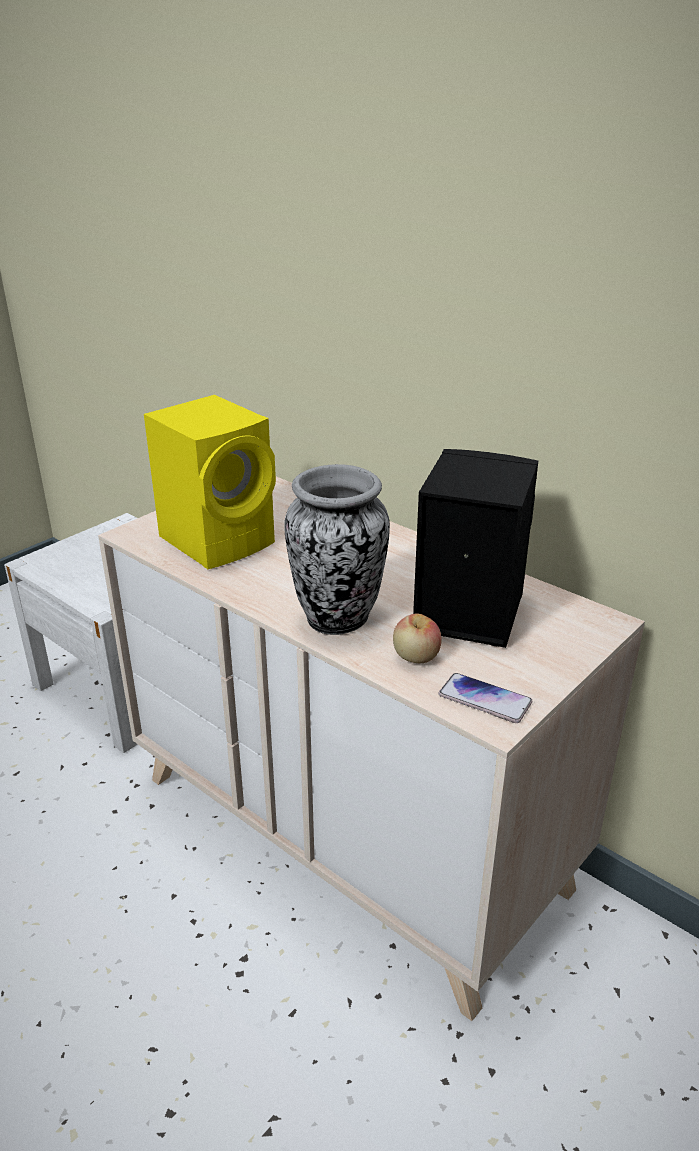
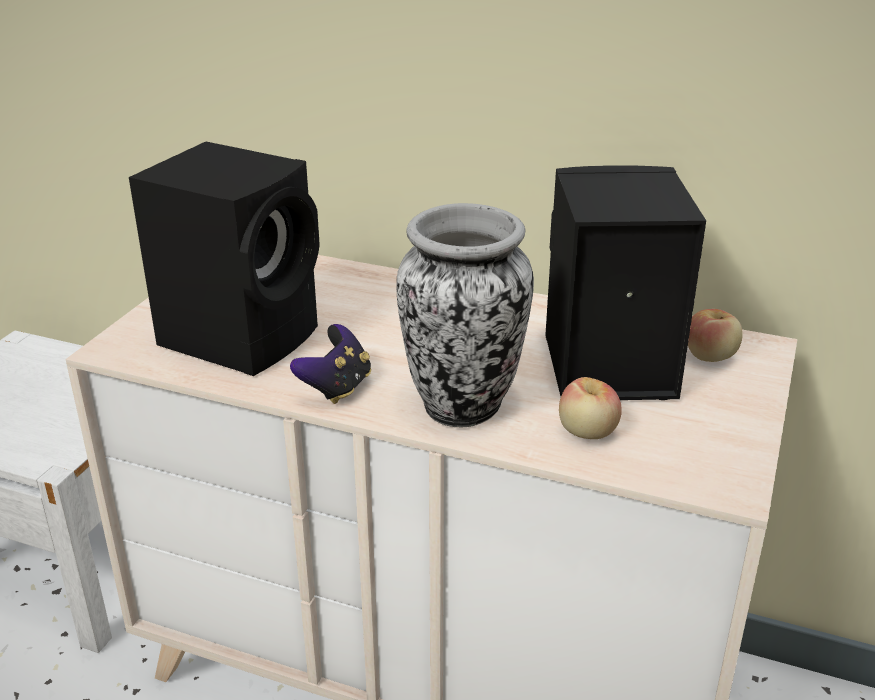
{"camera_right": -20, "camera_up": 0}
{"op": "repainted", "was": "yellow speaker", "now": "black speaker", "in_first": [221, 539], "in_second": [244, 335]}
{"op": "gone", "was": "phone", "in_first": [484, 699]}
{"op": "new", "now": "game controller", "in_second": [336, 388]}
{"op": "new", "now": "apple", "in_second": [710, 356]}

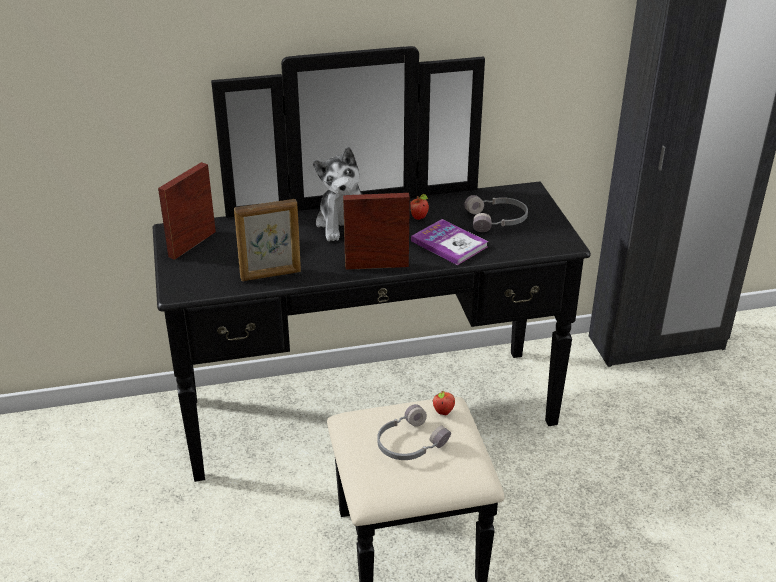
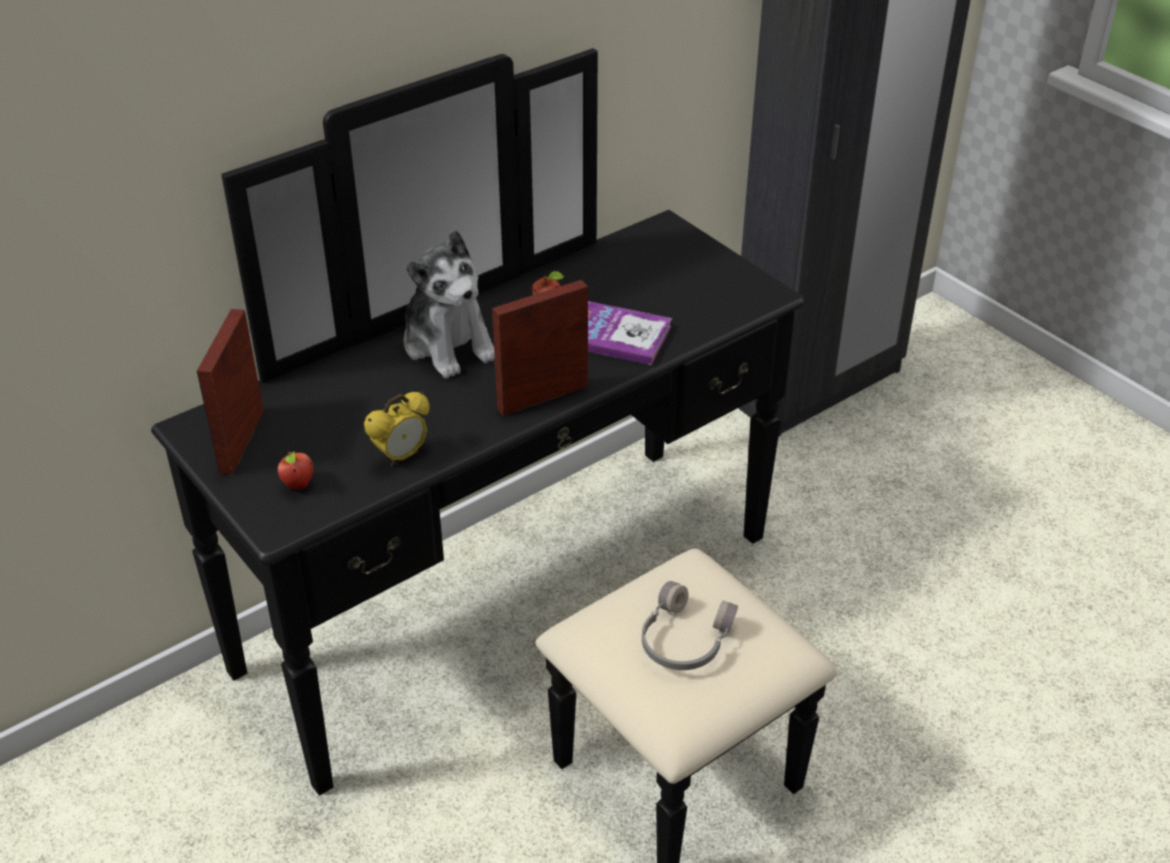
{"camera_right": -25, "camera_up": 5}
{"op": "swapped", "was": "picture frame", "now": "alarm clock", "in_first": [271, 275], "in_second": [401, 456]}
{"op": "shifted", "was": "apple", "in_first": [443, 413], "in_second": [299, 486]}
{"op": "gone", "was": "grey headphones", "in_first": [497, 220]}

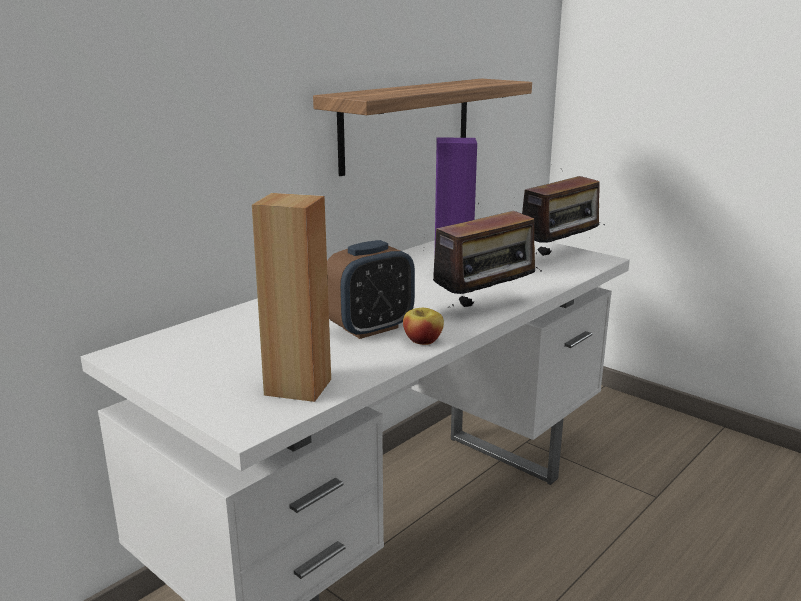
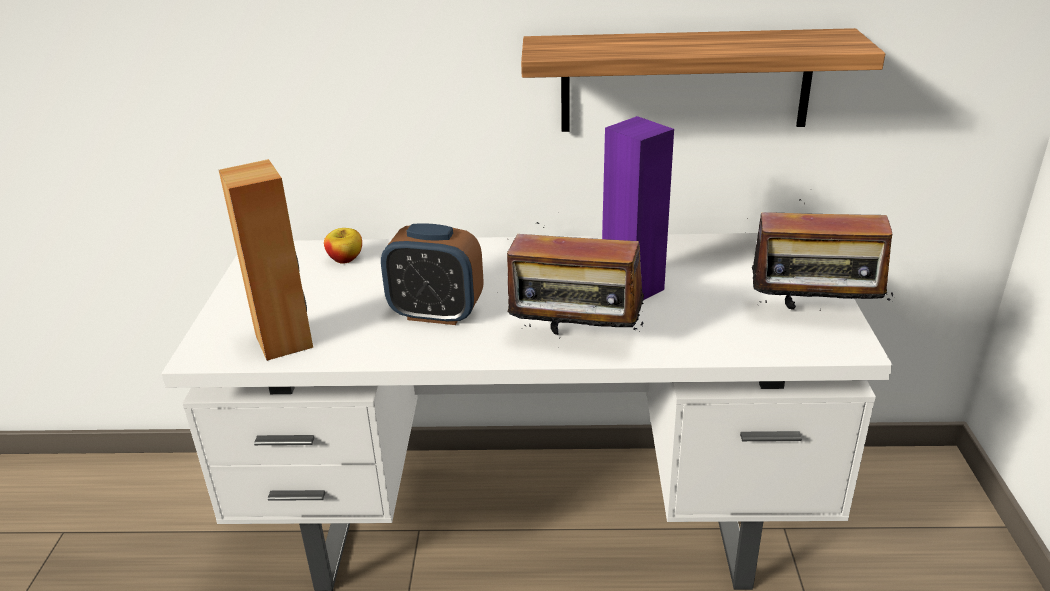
{"camera_right": 50, "camera_up": 10}
{"op": "shifted", "was": "apple", "in_first": [423, 341], "in_second": [345, 259]}

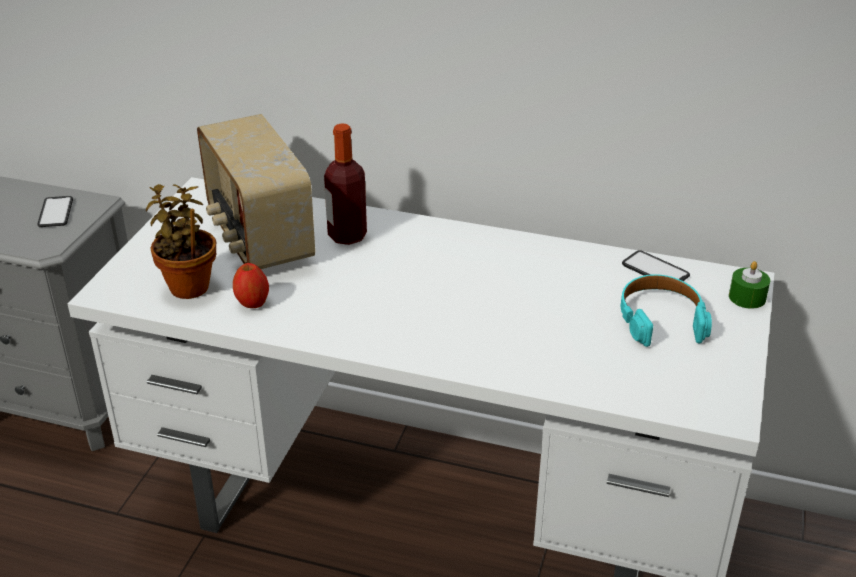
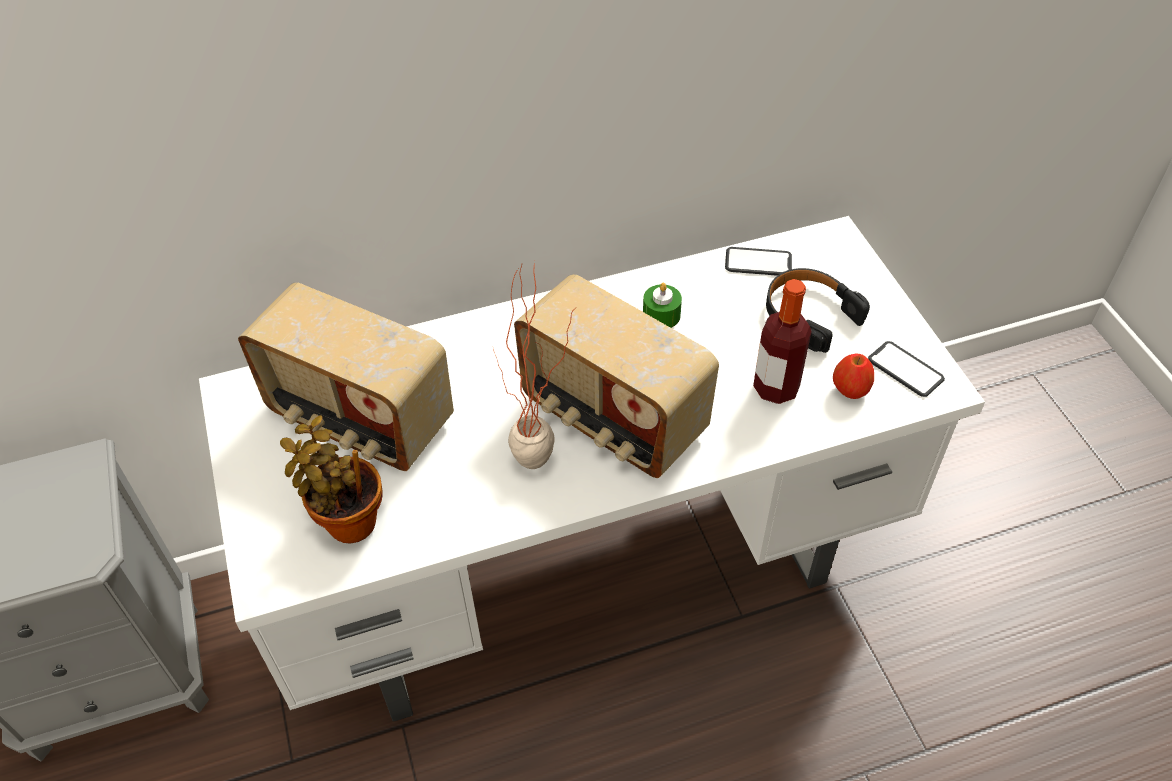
{"camera_right": -35, "camera_up": 15}
{"op": "shifted", "was": "phone", "in_first": [55, 212], "in_second": [905, 370]}
{"op": "shifted", "was": "apple", "in_first": [252, 303], "in_second": [849, 391]}
{"op": "shifted", "was": "bottle", "in_first": [347, 236], "in_second": [776, 388]}
{"op": "repainted", "was": "turquoise headphones", "now": "black headphones", "in_first": [661, 319], "in_second": [809, 315]}
{"op": "shifted", "was": "green candle", "in_first": [747, 297], "in_second": [661, 315]}
{"op": "new", "now": "potted plant", "in_second": [543, 469]}
{"op": "new", "now": "radio", "in_second": [612, 419]}

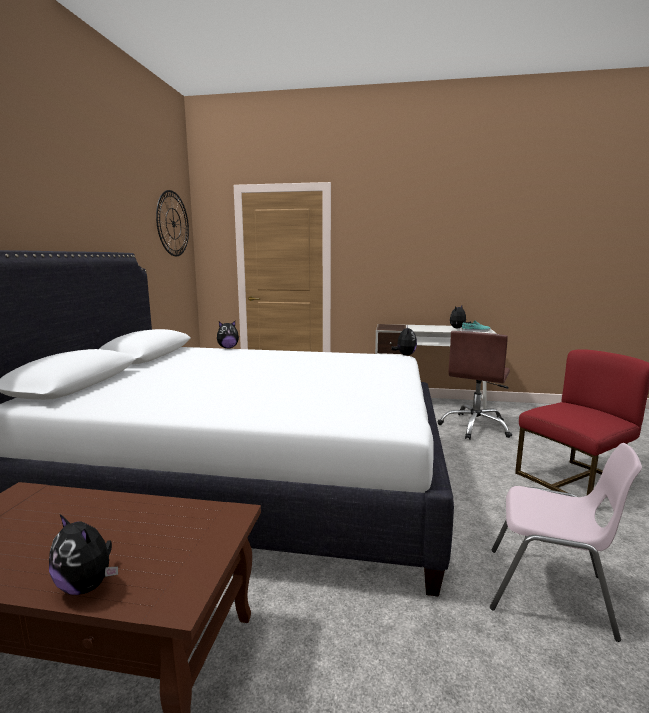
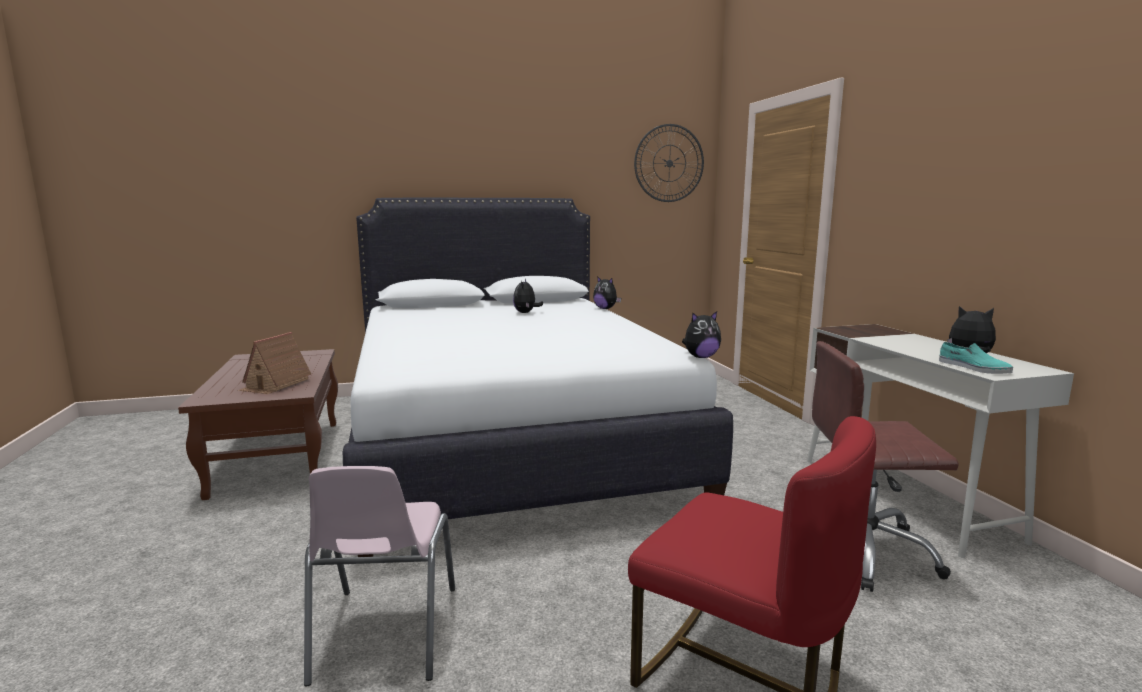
{"camera_right": 65, "camera_up": 0}
{"op": "shifted", "was": "plush toy", "in_first": [87, 585], "in_second": [526, 313]}
{"op": "new", "now": "toy house", "in_second": [275, 384]}

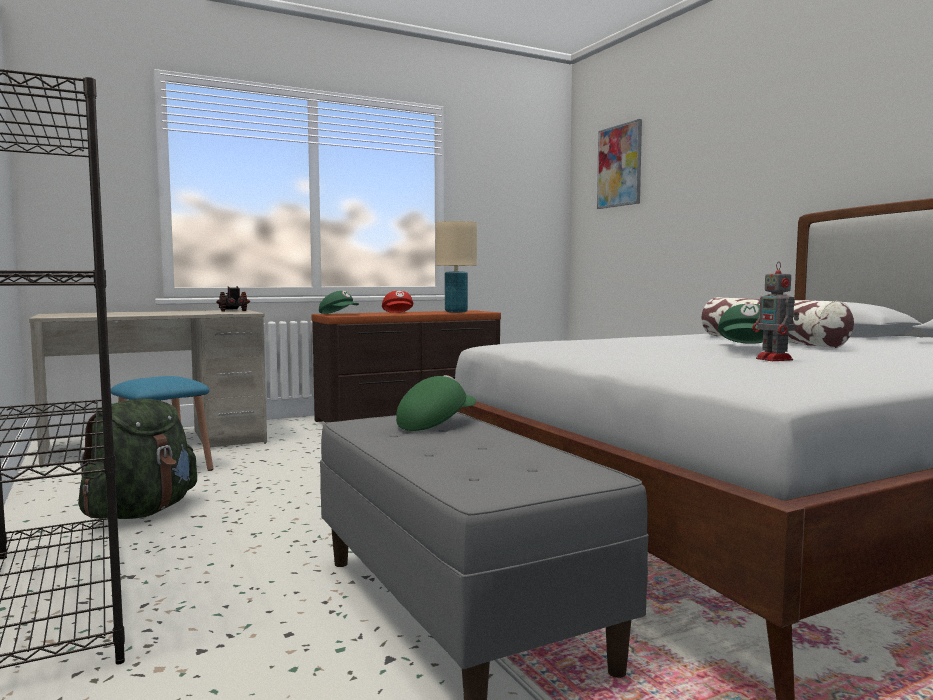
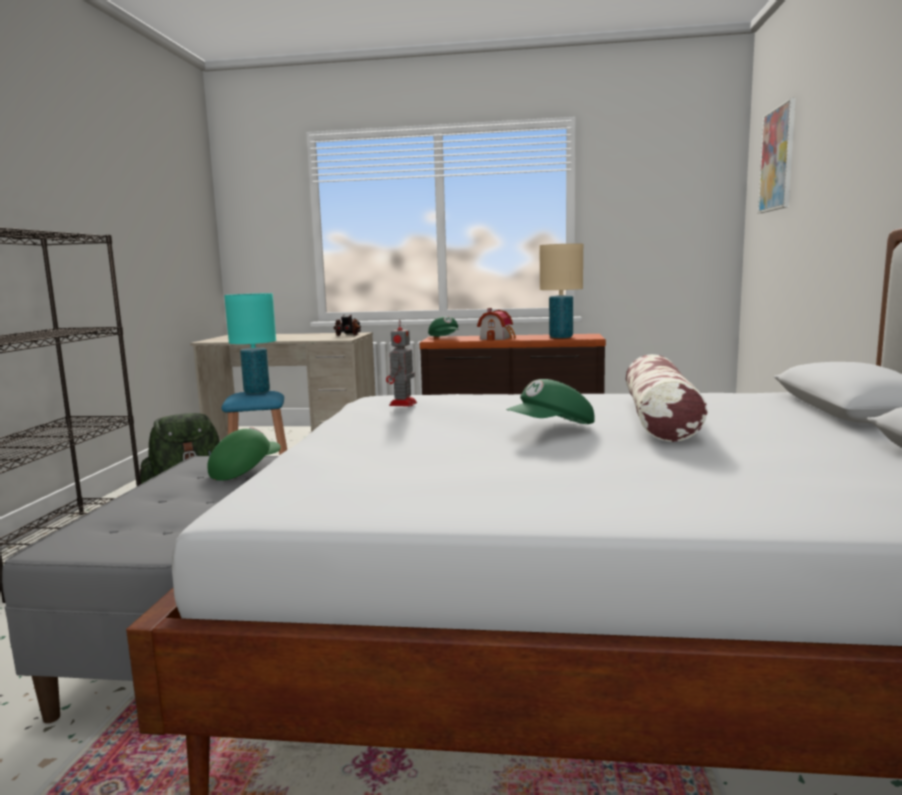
{"camera_right": 35, "camera_up": 5}
{"op": "swapped", "was": "red cap", "now": "toy house", "in_first": [398, 313], "in_second": [497, 338]}
{"op": "rotated", "was": "green cap", "in_first": [435, 424], "in_second": [244, 470], "clockwise": -45}
{"op": "shifted", "was": "toy robot", "in_first": [775, 359], "in_second": [402, 404]}
{"op": "new", "now": "turquoise table lamp", "in_second": [257, 392]}

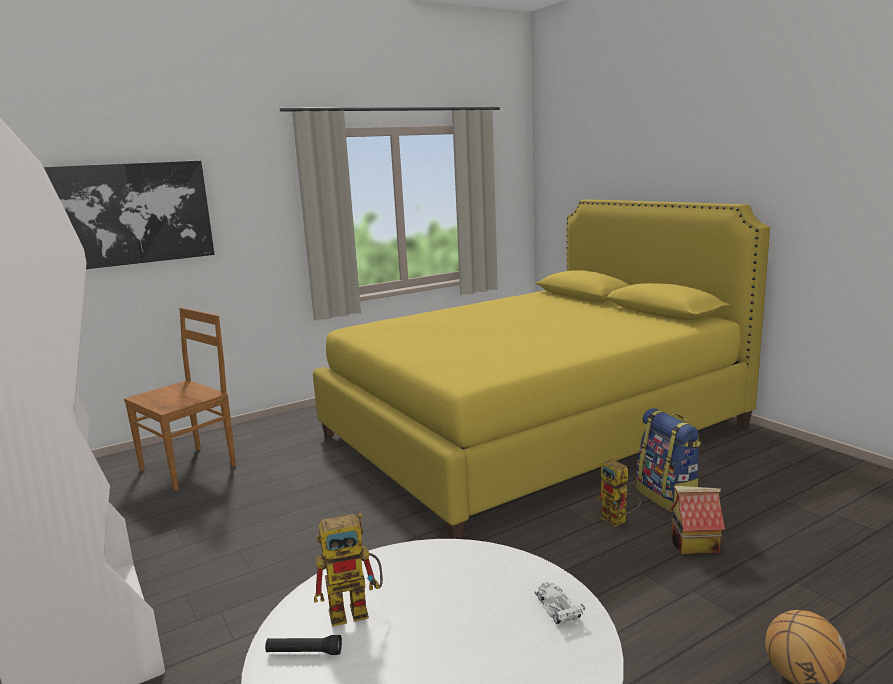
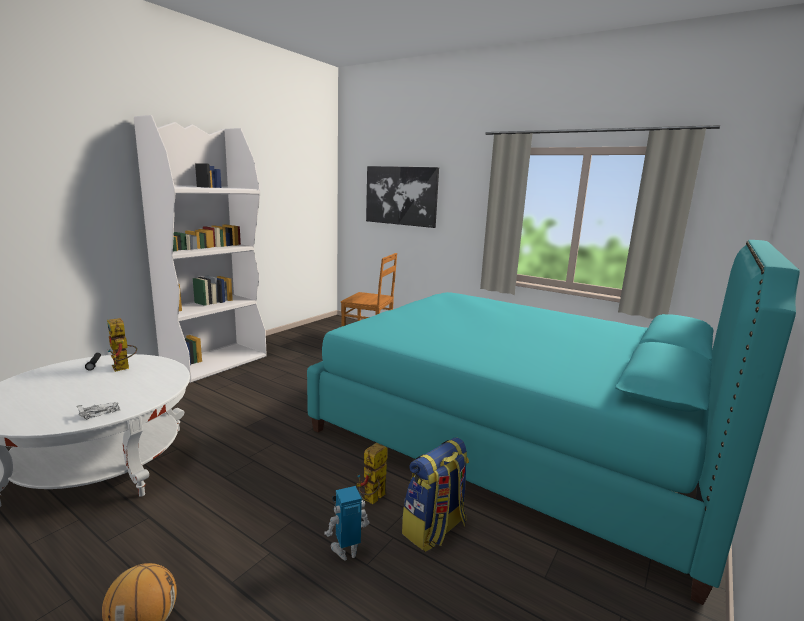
{"camera_right": 65, "camera_up": 0}
{"op": "repainted", "was": "yellow bed", "now": "turquoise bed", "in_first": [531, 431], "in_second": [515, 435]}
{"op": "swapped", "was": "toy house", "now": "toy robot", "in_first": [694, 545], "in_second": [346, 551]}

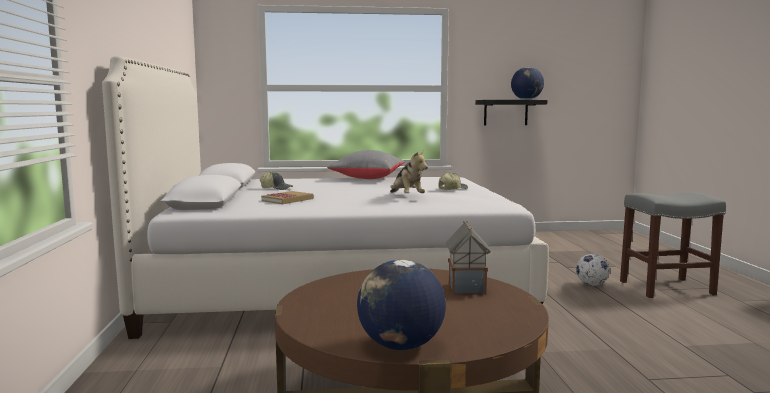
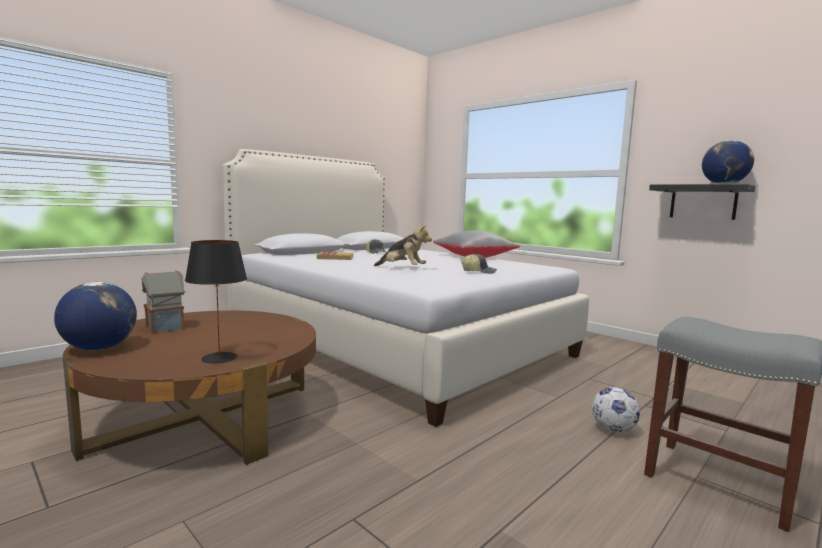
{"camera_right": 50, "camera_up": 0}
{"op": "rotated", "was": "plush toy", "in_first": [407, 196], "in_second": [402, 268], "clockwise": -90}
{"op": "shifted", "was": "toy house", "in_first": [466, 288], "in_second": [166, 327]}
{"op": "new", "now": "black table lamp", "in_second": [220, 357]}

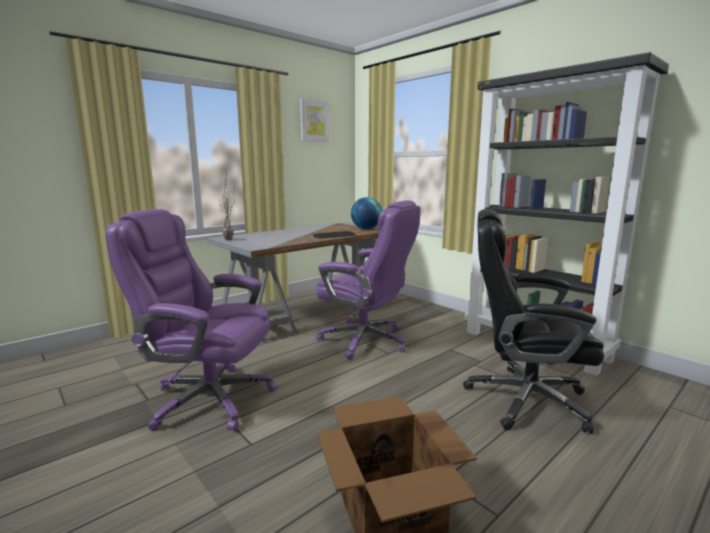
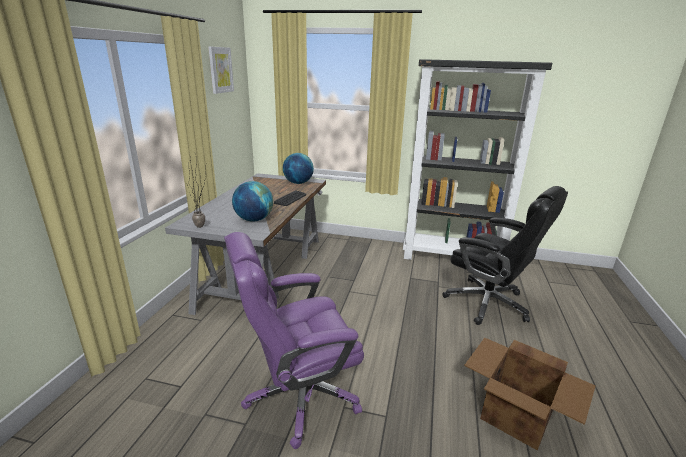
{"camera_right": -35, "camera_up": 10}
{"op": "gone", "was": "purple office chair", "in_first": [365, 340]}
{"op": "rotated", "was": "black office chair", "in_first": [523, 399], "in_second": [489, 303], "clockwise": -120}
{"op": "new", "now": "globe", "in_second": [254, 219]}

